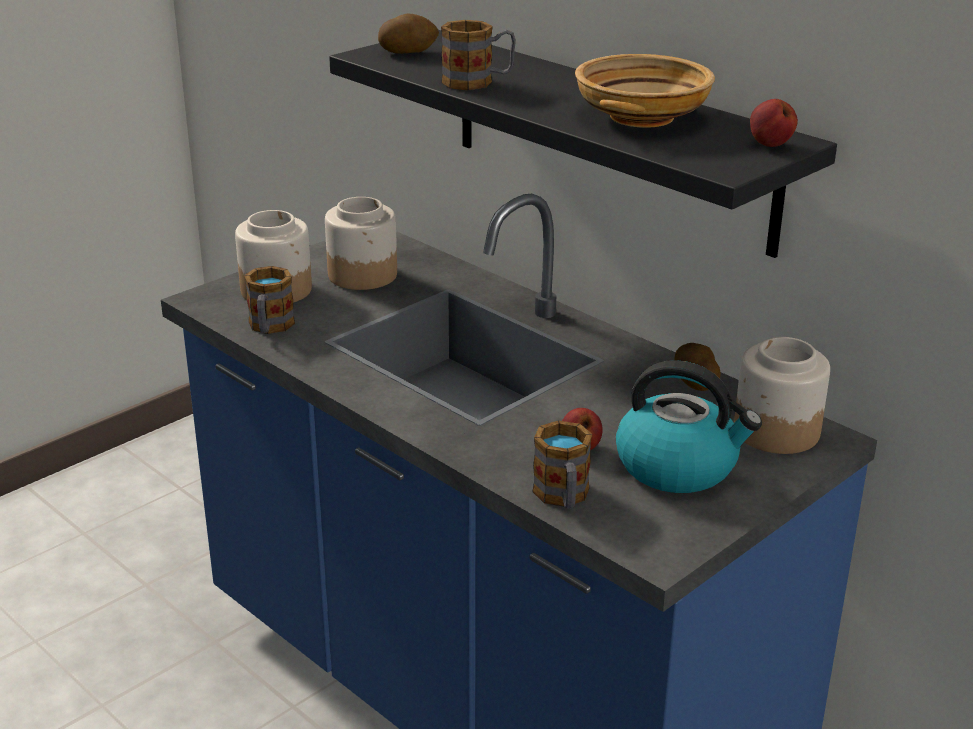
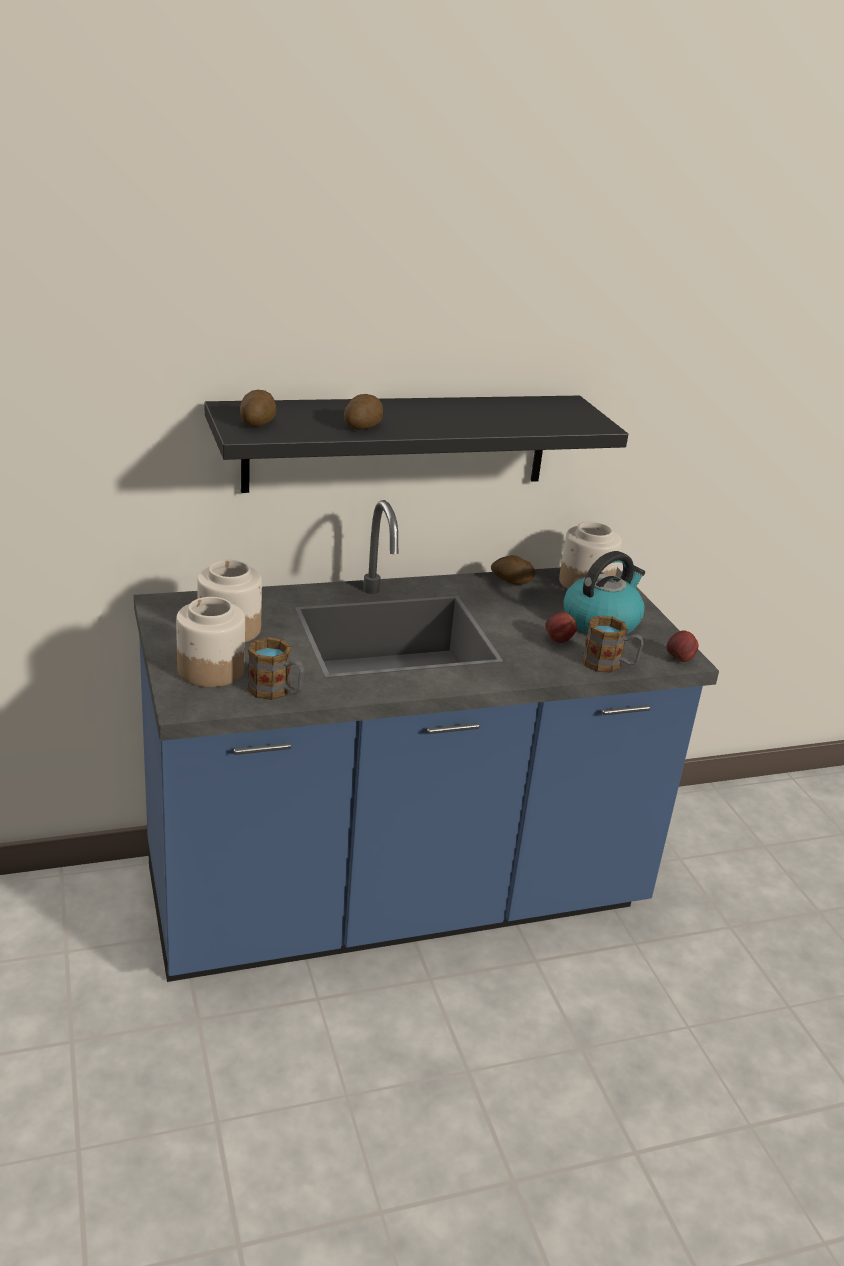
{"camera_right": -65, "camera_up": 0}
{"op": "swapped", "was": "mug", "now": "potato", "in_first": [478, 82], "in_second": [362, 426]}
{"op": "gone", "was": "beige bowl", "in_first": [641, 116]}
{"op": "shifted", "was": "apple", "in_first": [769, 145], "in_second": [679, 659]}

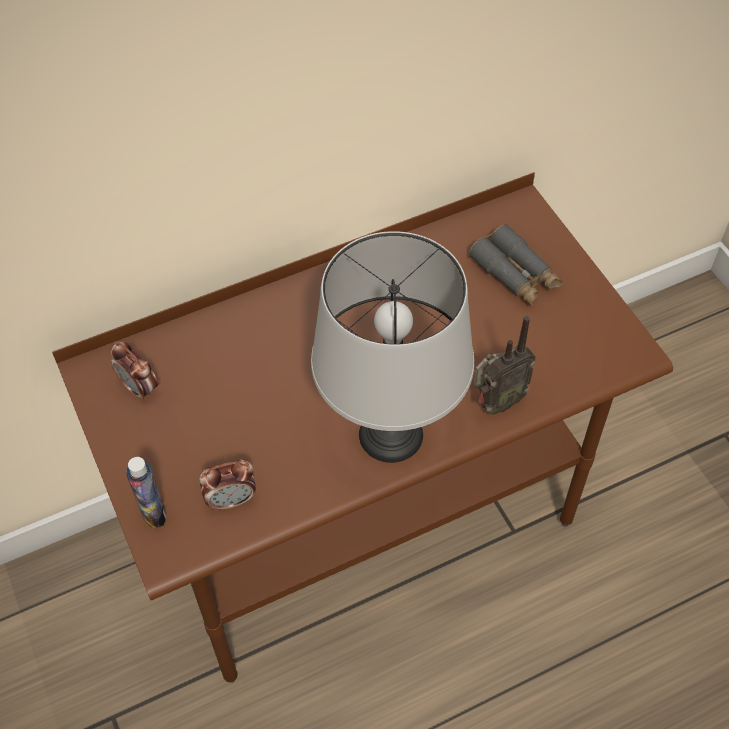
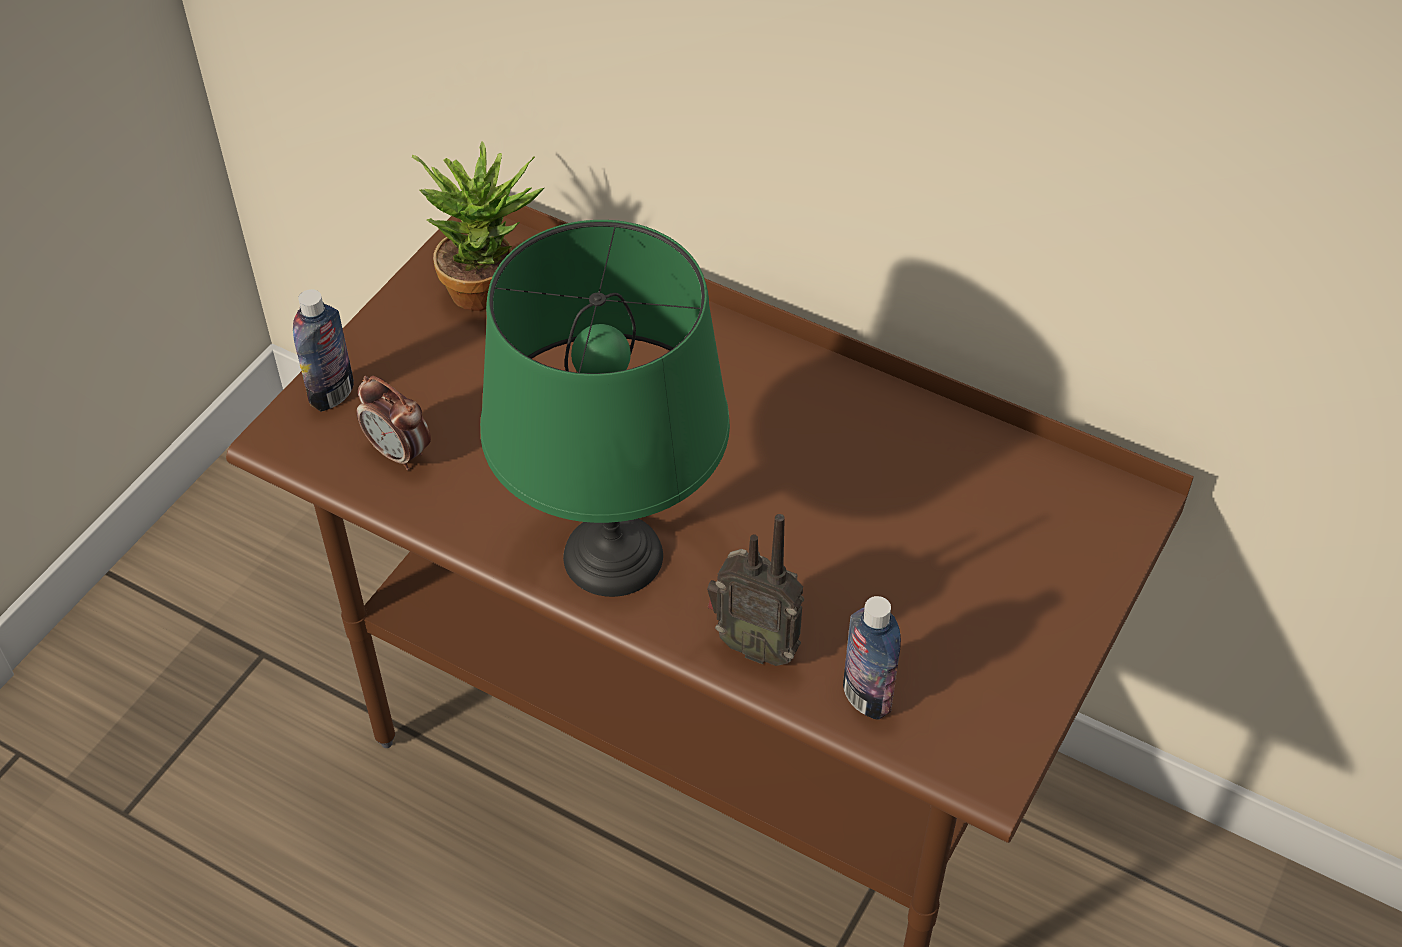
{"camera_right": 55, "camera_up": -5}
{"op": "swapped", "was": "alarm clock", "now": "potted plant", "in_first": [140, 388], "in_second": [488, 287]}
{"op": "repainted", "was": "grey table lamp", "now": "green table lamp", "in_first": [392, 435], "in_second": [612, 558]}
{"op": "gone", "was": "grey binoculars", "in_first": [515, 274]}
{"op": "new", "now": "bottle", "in_second": [866, 697]}

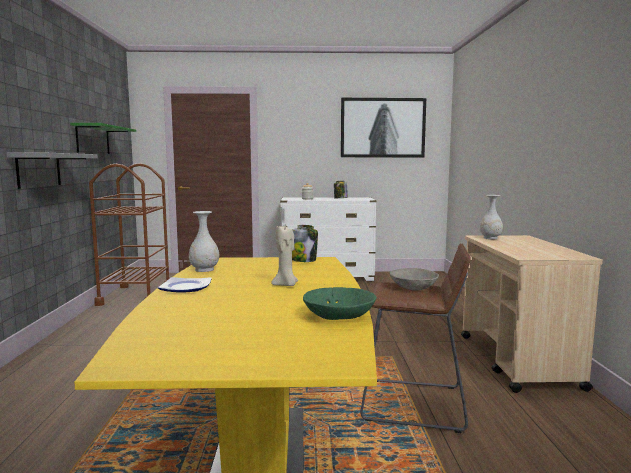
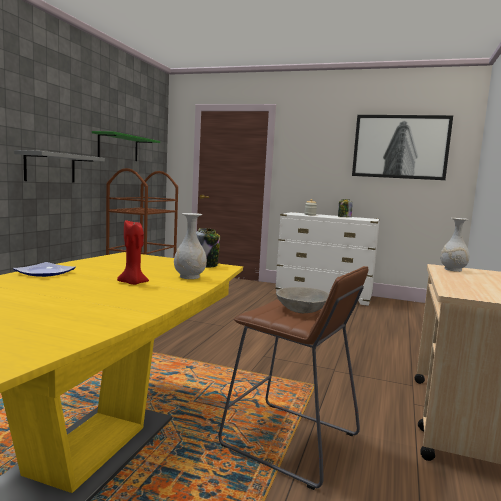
{"camera_right": 20, "camera_up": 0}
{"op": "shifted", "was": "white vase", "in_first": [204, 269], "in_second": [190, 277]}
{"op": "repainted", "was": "beige candle", "now": "red candle", "in_first": [286, 285], "in_second": [133, 283]}
{"op": "gone", "was": "green bowl", "in_first": [340, 316]}

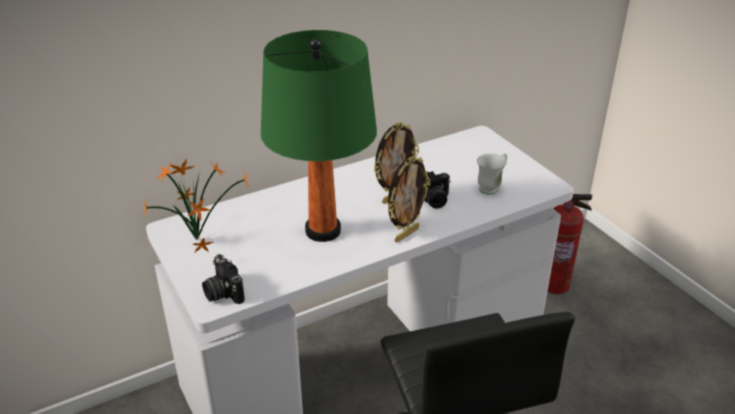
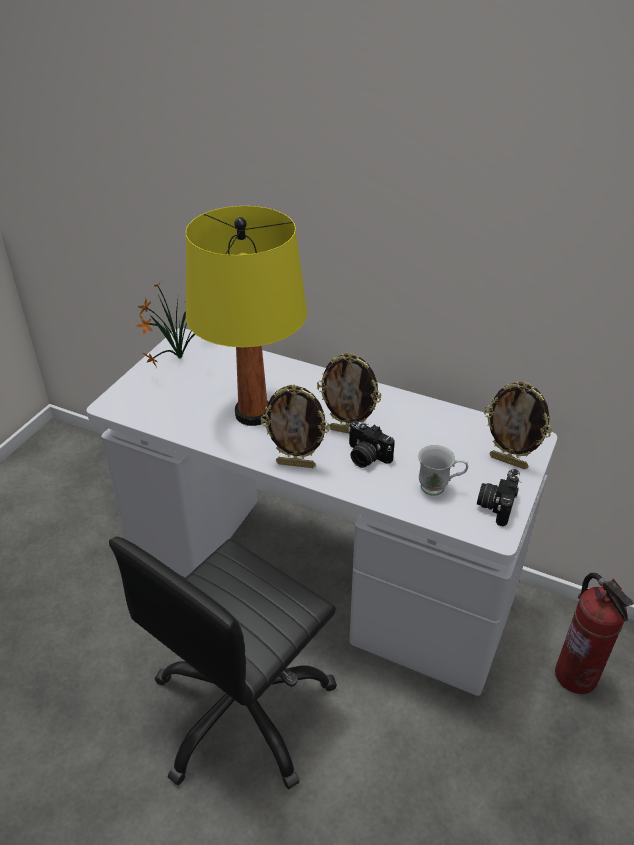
{"camera_right": 55, "camera_up": 5}
{"op": "shifted", "was": "photo camera", "in_first": [222, 292], "in_second": [496, 505]}
{"op": "repainted", "was": "green table lamp", "now": "yellow table lamp", "in_first": [322, 231], "in_second": [253, 413]}
{"op": "new", "now": "picture frame", "in_second": [509, 461]}

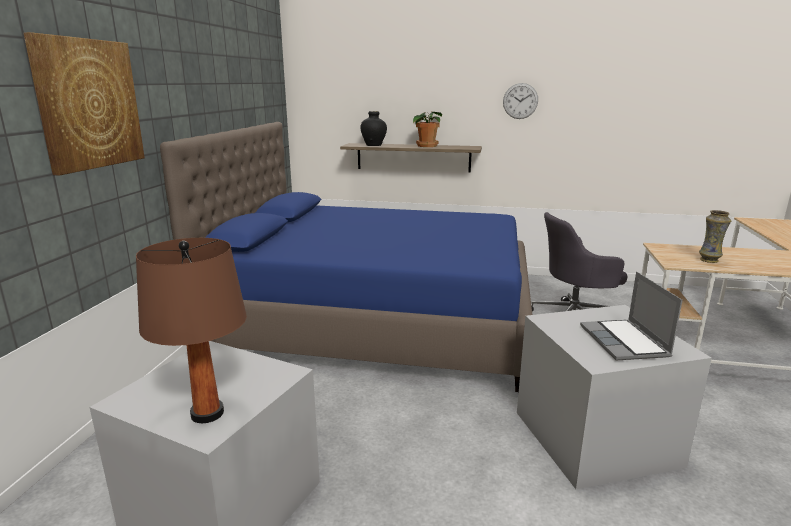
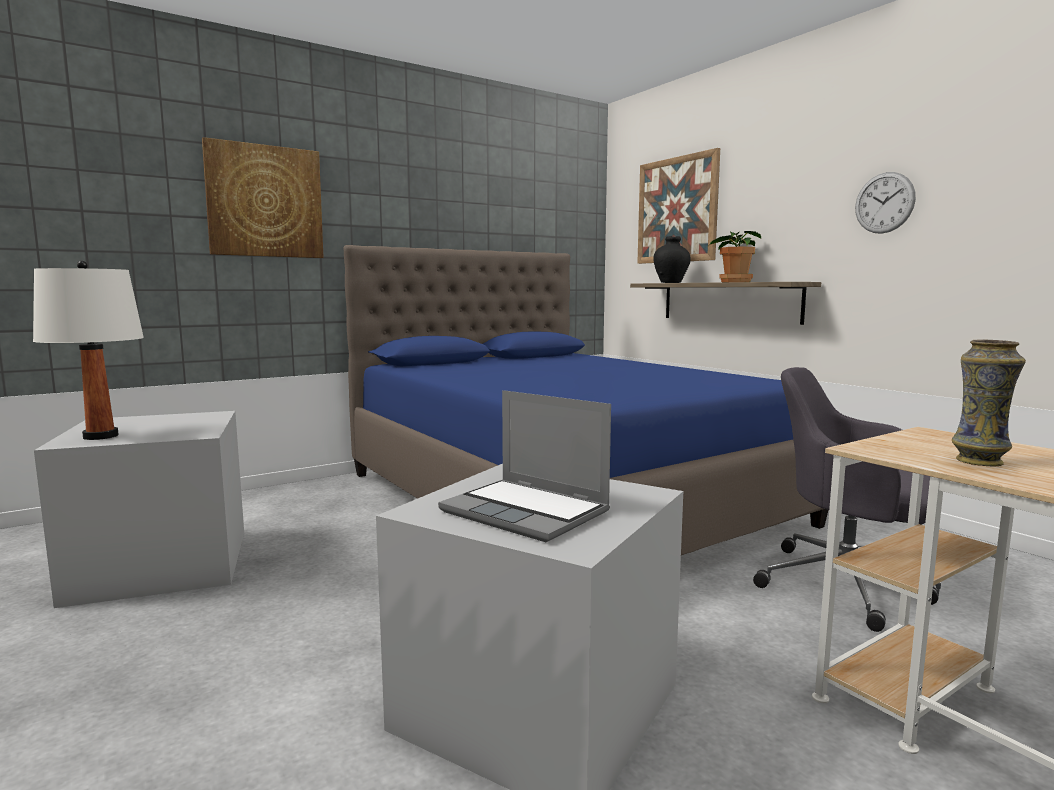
{"camera_right": 45, "camera_up": -10}
{"op": "repainted", "was": "brown table lamp", "now": "white table lamp", "in_first": [207, 413], "in_second": [101, 436]}
{"op": "rotated", "was": "laptop", "in_first": [625, 342], "in_second": [527, 512], "clockwise": -90}
{"op": "new", "now": "picture", "in_second": [677, 210]}

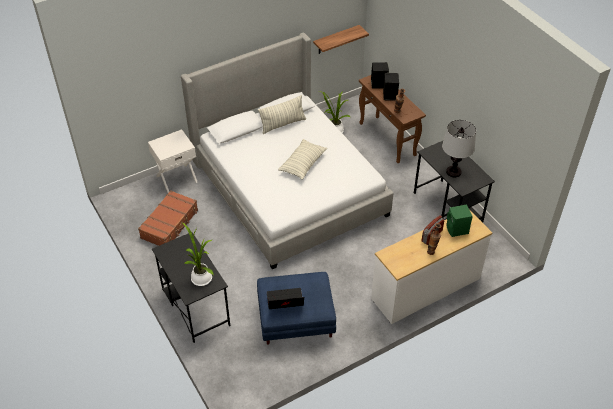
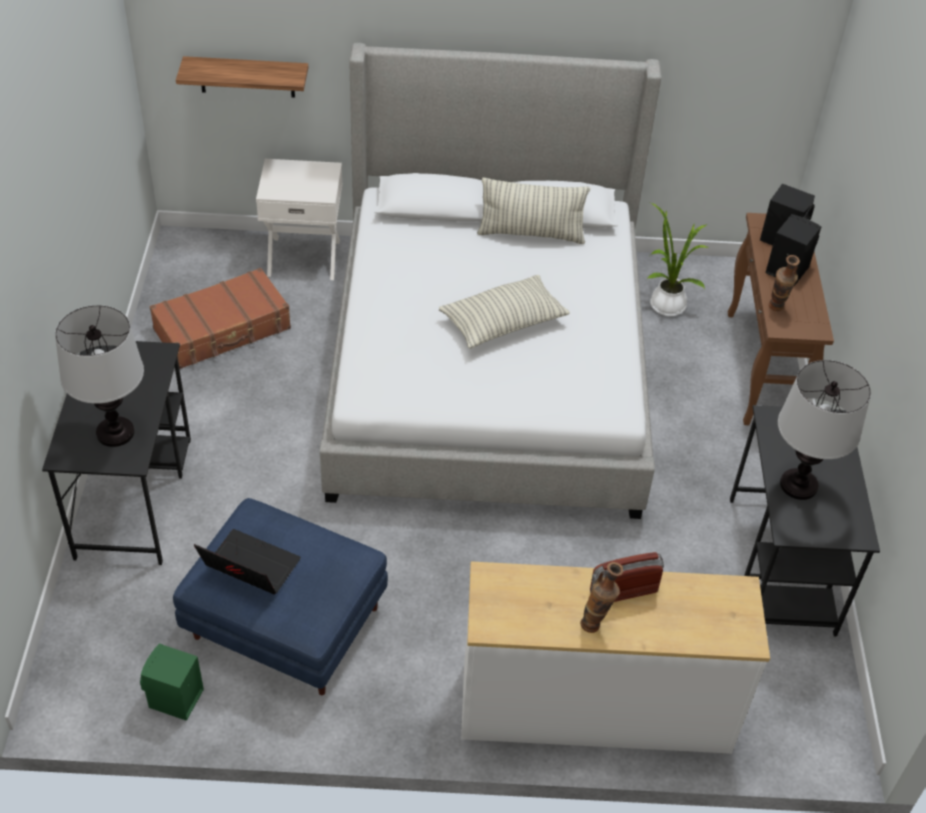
{"camera_right": 30, "camera_up": 0}
{"op": "swapped", "was": "potted plant", "now": "table lamp", "in_first": [201, 277], "in_second": [115, 433]}
{"op": "shifted", "was": "shelf", "in_first": [336, 40], "in_second": [247, 77]}
{"op": "shifted", "was": "green speaker", "in_first": [457, 230], "in_second": [174, 700]}

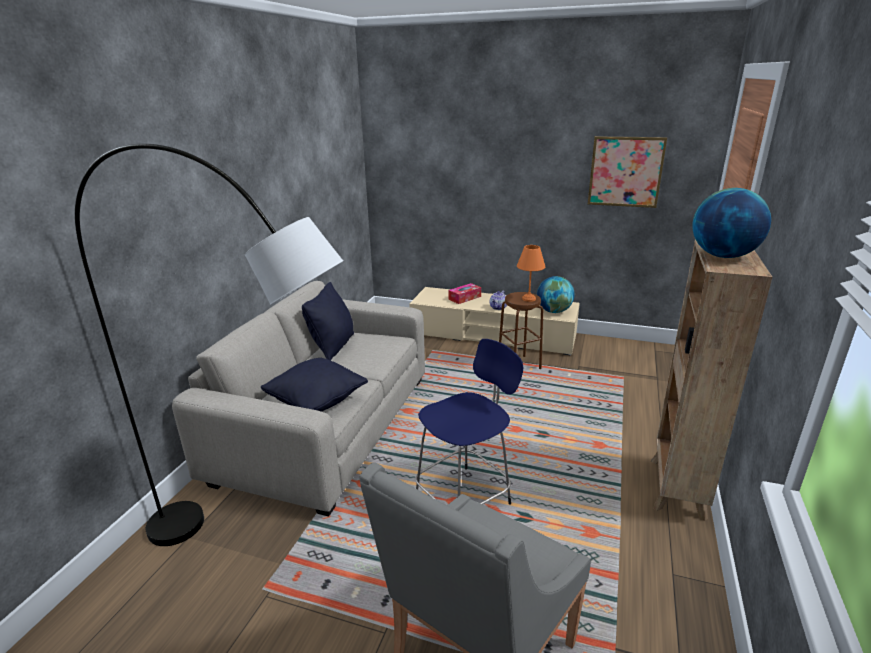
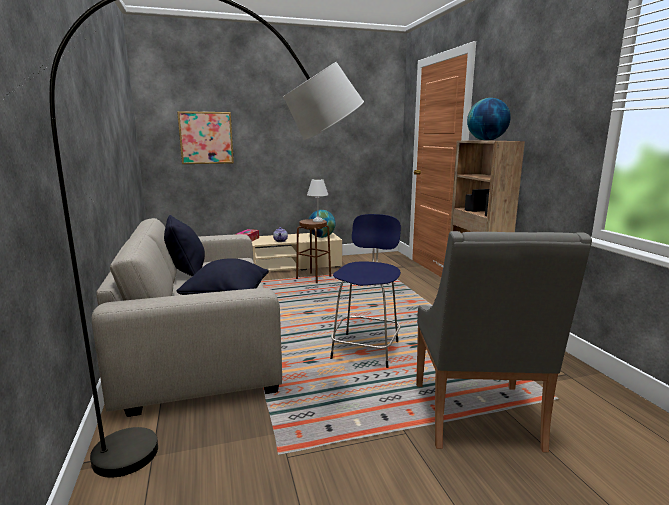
{"camera_right": -35, "camera_up": -10}
{"op": "repainted", "was": "orange table lamp", "now": "white table lamp", "in_first": [529, 298], "in_second": [318, 221]}
{"op": "shifted", "was": "picture", "in_first": [625, 171], "in_second": [206, 138]}

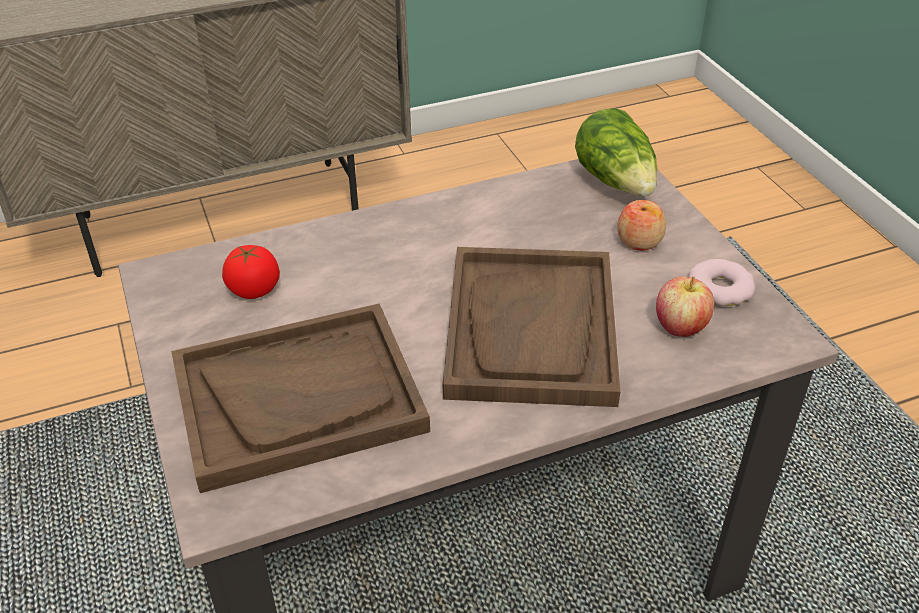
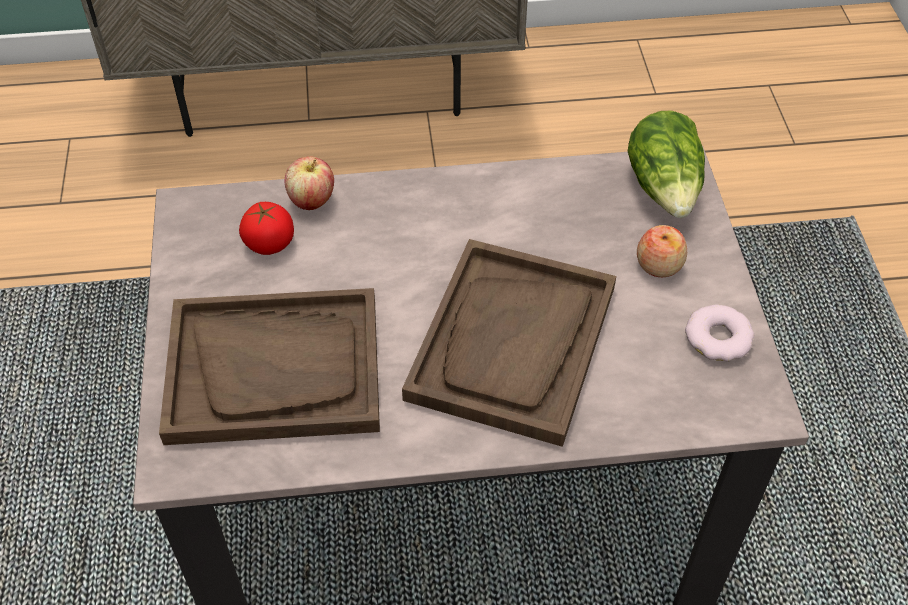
{"camera_right": 15, "camera_up": 10}
{"op": "shifted", "was": "apple", "in_first": [680, 327], "in_second": [311, 201]}

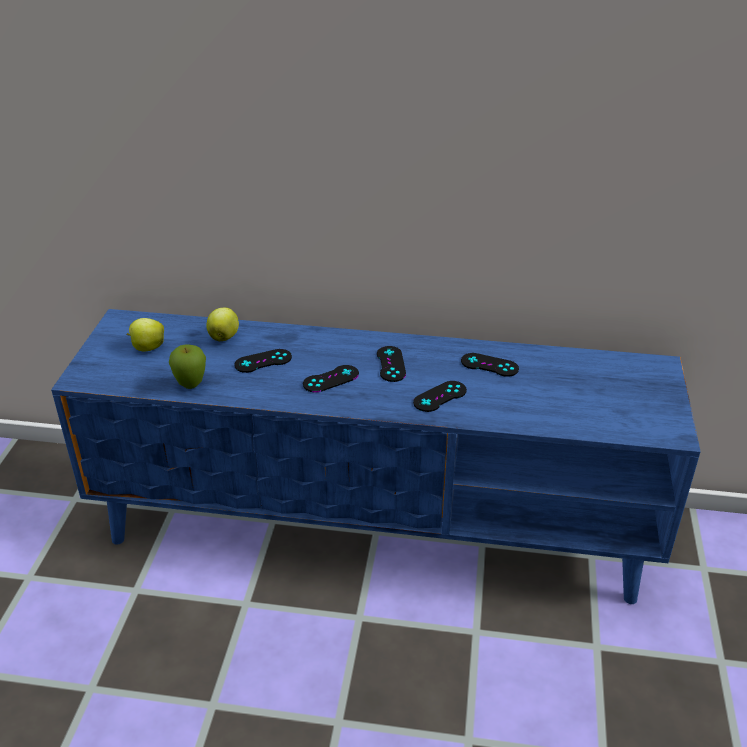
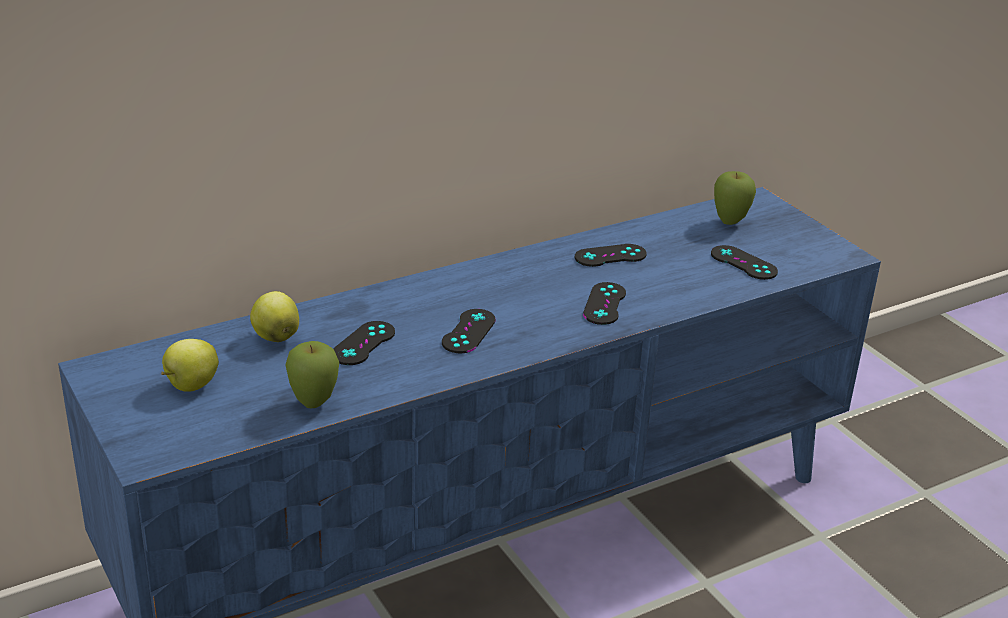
{"camera_right": -40, "camera_up": -5}
{"op": "shifted", "was": "black game controller", "in_first": [391, 364], "in_second": [743, 263]}
{"op": "new", "now": "apple", "in_second": [730, 222]}

